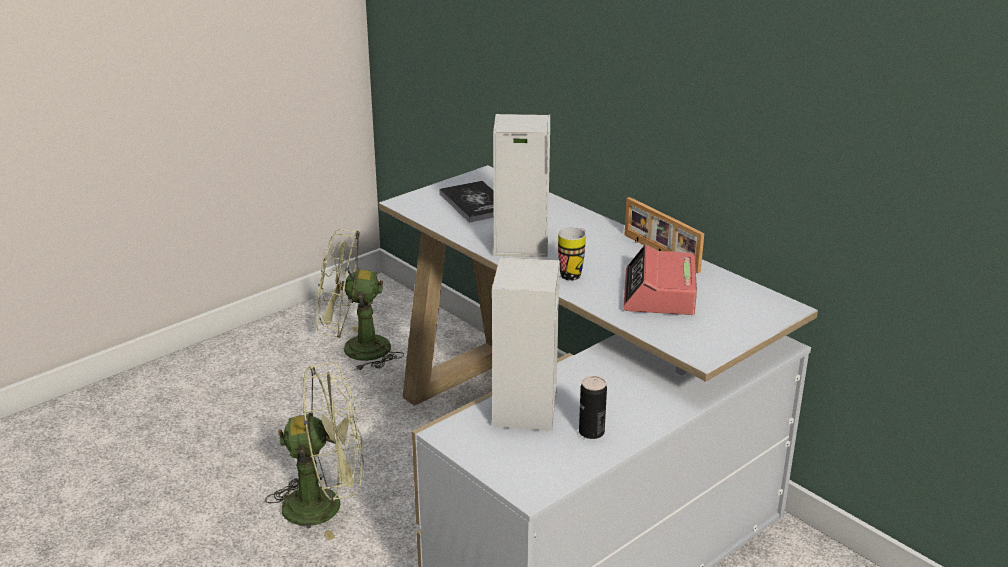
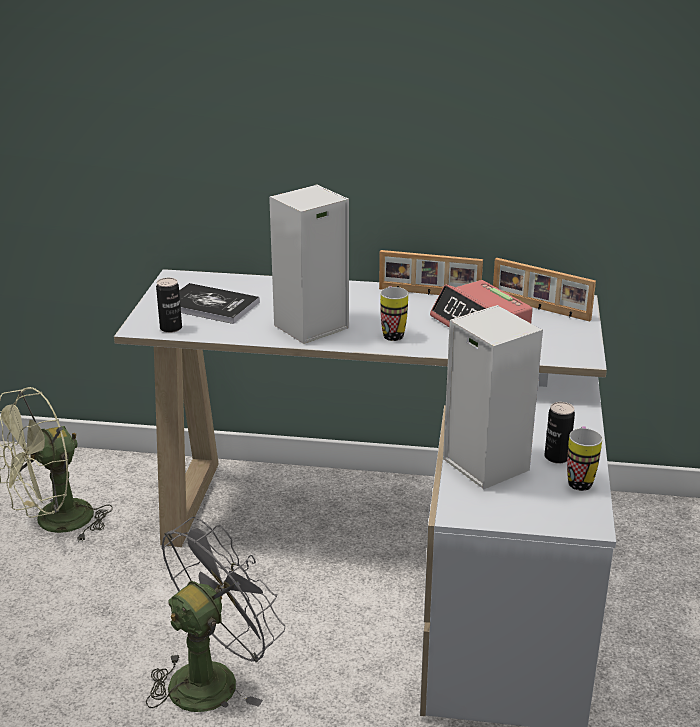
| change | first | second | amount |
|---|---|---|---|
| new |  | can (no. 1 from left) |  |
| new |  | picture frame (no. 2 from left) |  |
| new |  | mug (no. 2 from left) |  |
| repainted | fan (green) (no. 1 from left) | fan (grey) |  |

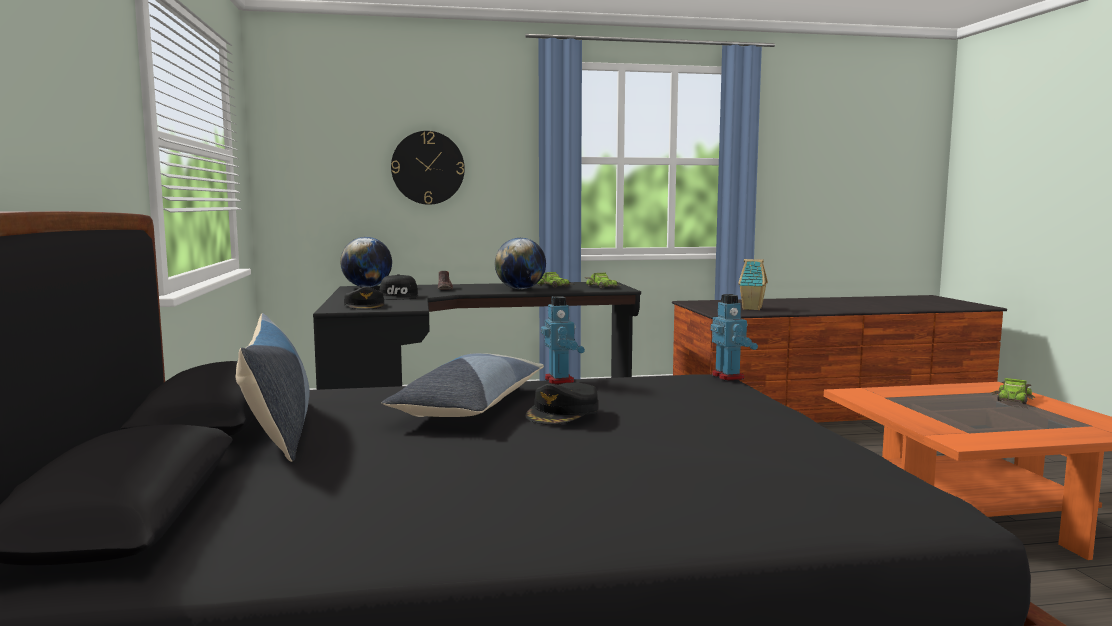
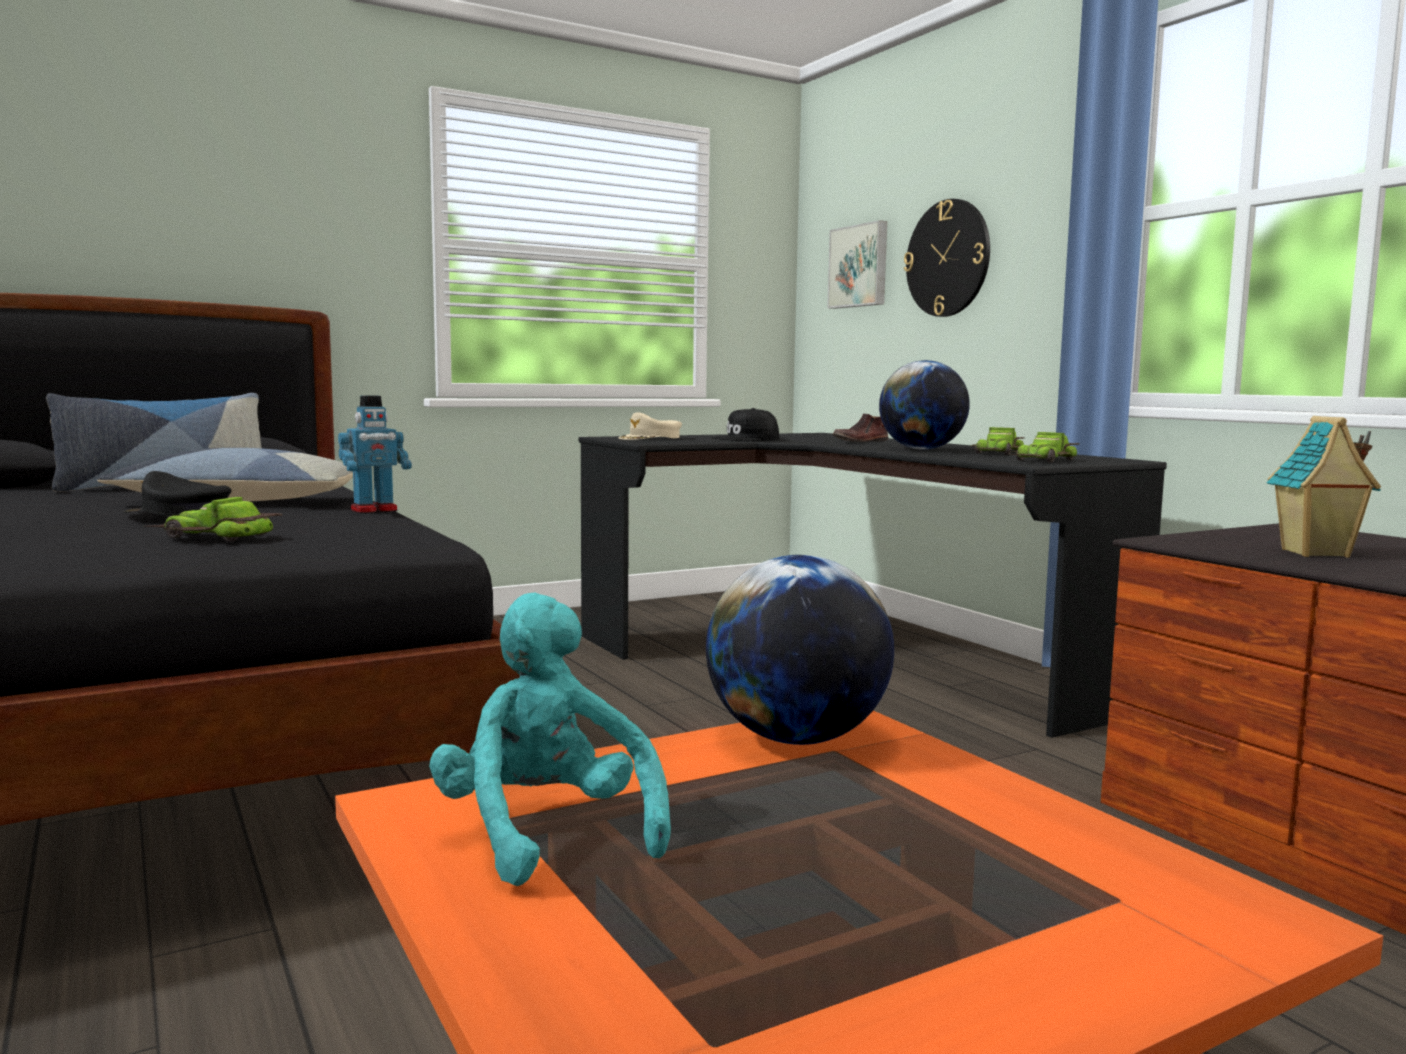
| change | first | second | amount |
|---|---|---|---|
| gone | toy robot (no. 2 from left) |  |  |
| new |  | plush toy (turquoise) |  |
| new |  | picture |  |
| shifted | globe (no. 1 from left) |  |  |
| shifted | toy car (no. 3 from left in the first image) | toy car (no. 1 from left) |  |
| repainted | cap (black) (no. 1 from left) | cap (beige) |  |

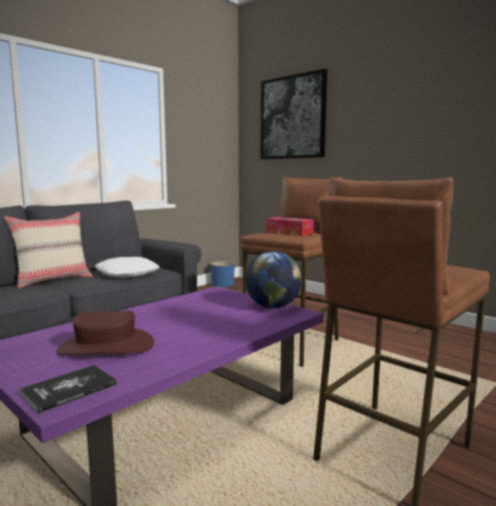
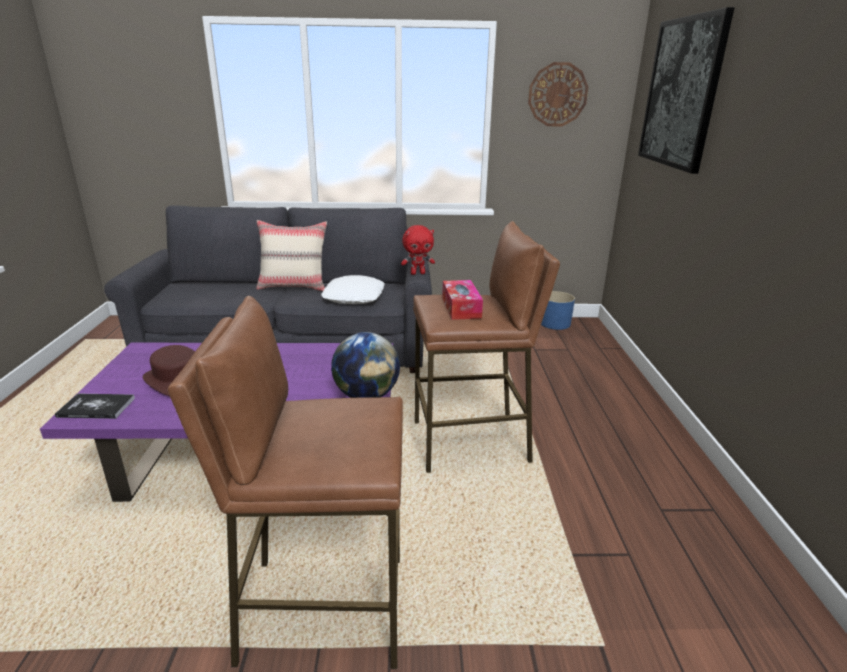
| change | first | second | amount |
|---|---|---|---|
| new |  | plush toy (red) |  |
| new |  | wall clock |  |

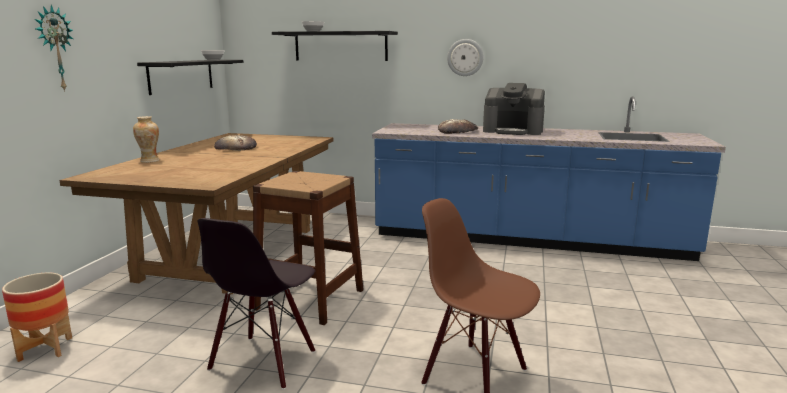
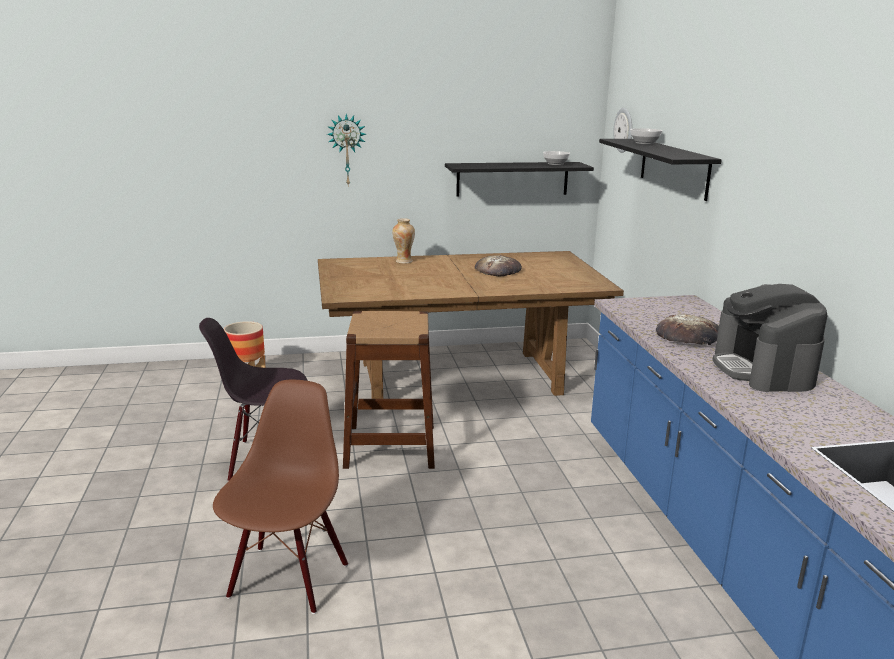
| change | first | second | amount |
|---|---|---|---|
| shifted | wall clock (no. 2 from left) |  |  |

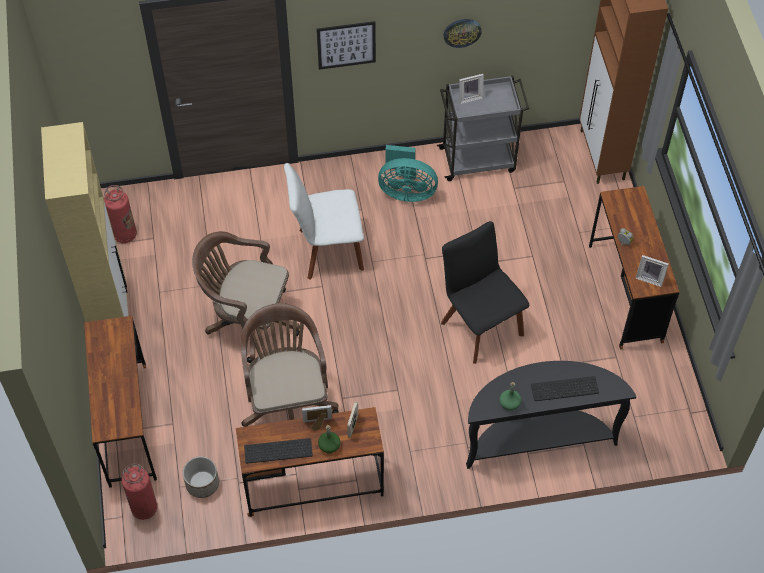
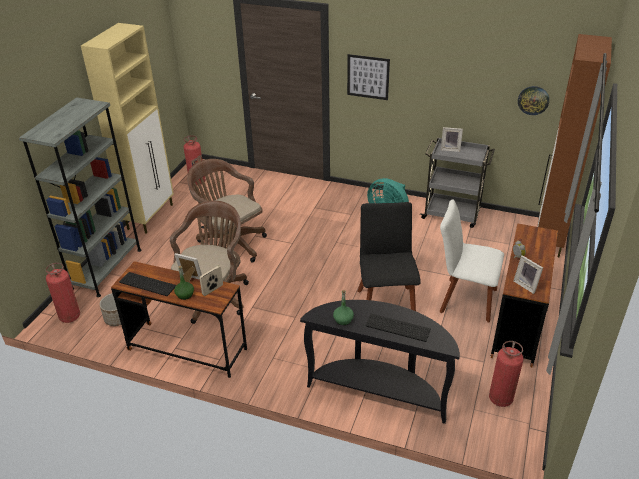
| change | first | second | amount |
|---|---|---|---|
| new |  | fire extinguisher (no. 3 from left) |  |
| shifted | chair (white) |  |  |
| shifted | wall clock |  |  |
| swapped | desk (brown) (no. 1 from left) | bookcase (grey) |  |

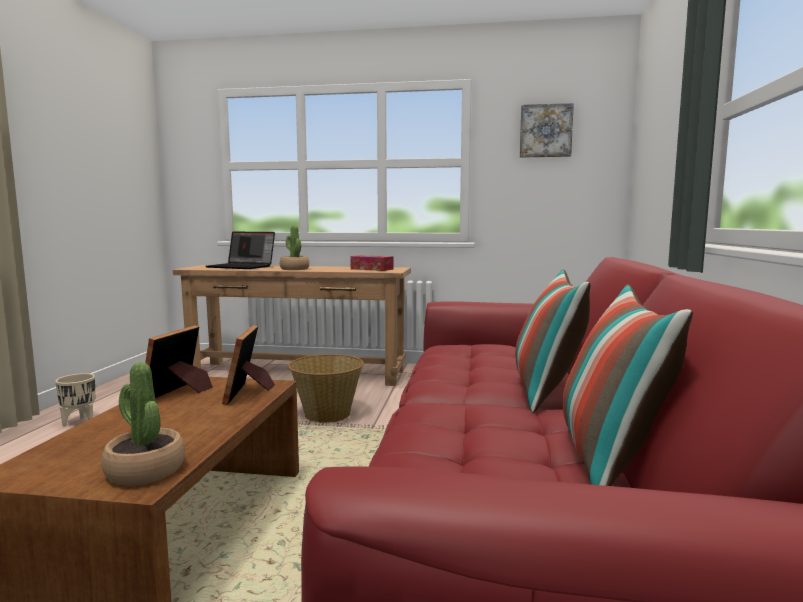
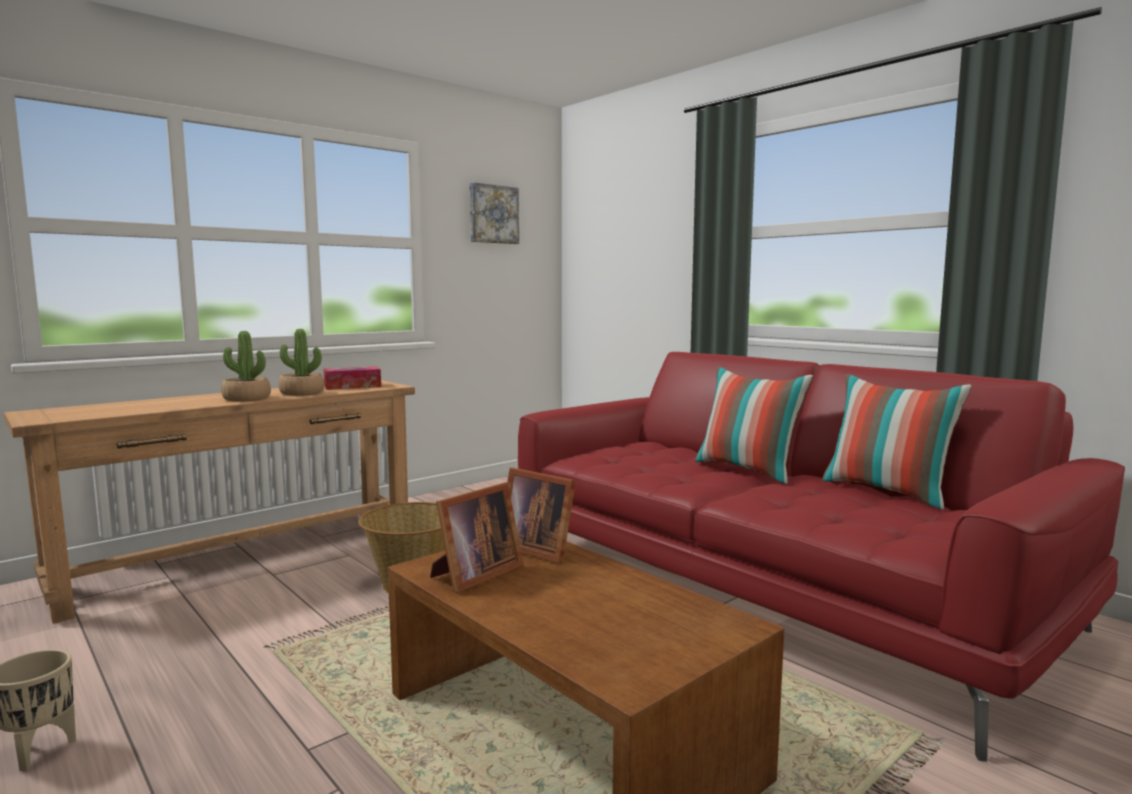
| change | first | second | amount |
|---|---|---|---|
| gone | laptop |  |  |
| shifted | potted plant (no. 1 from left in the first image) | potted plant (no. 2 from left) |  |
| rotated | picture frame (no. 1 from left) |  | 105 degrees counterclockwise |

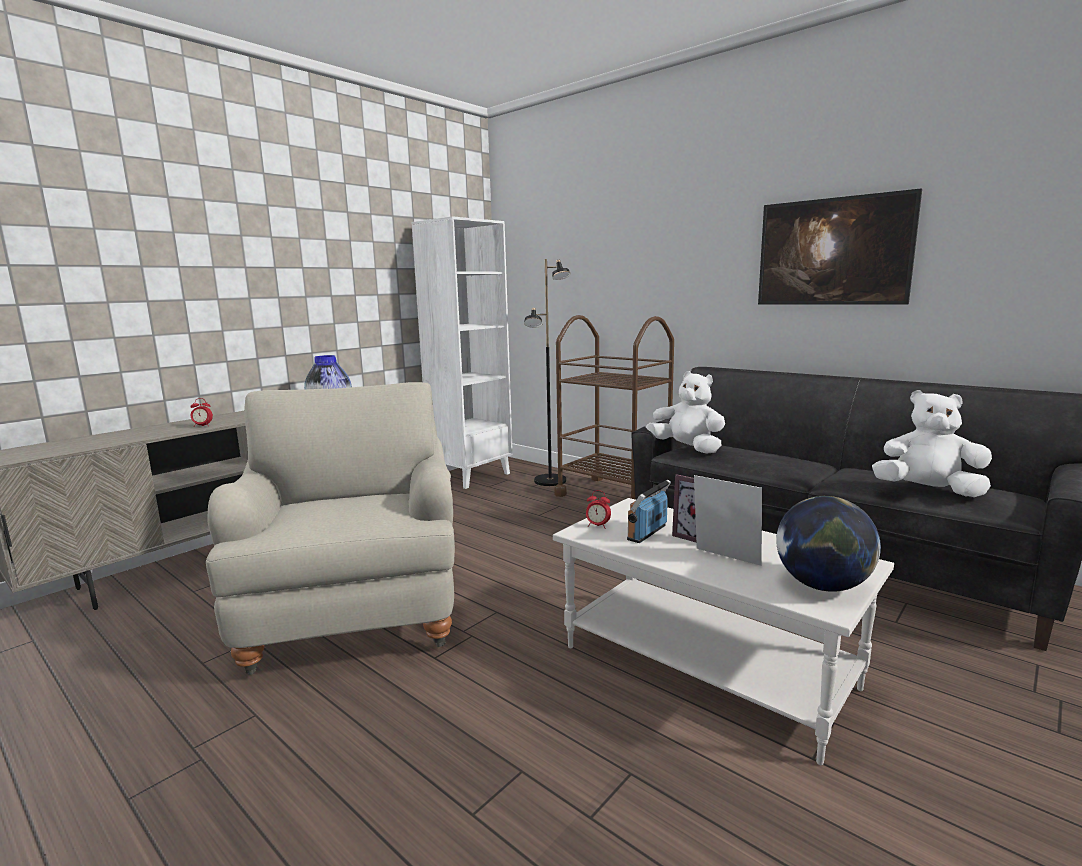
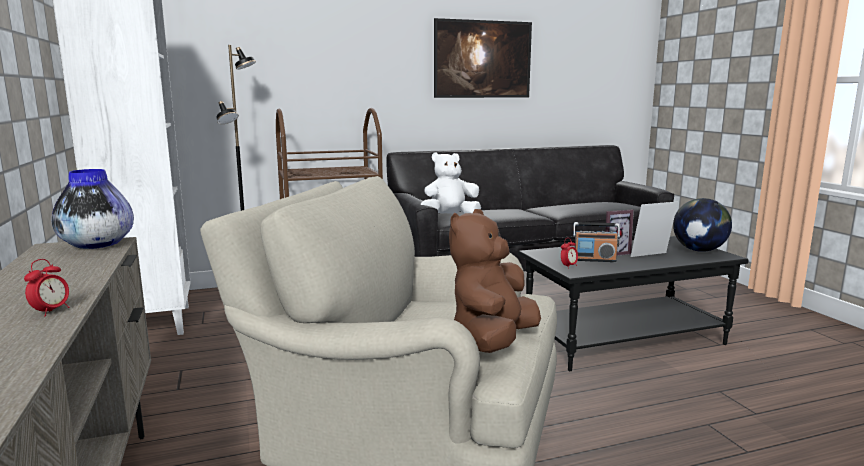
| change | first | second | amount |
|---|---|---|---|
| gone | plush toy (white) (no. 2 from left) |  |  |
| new |  | plush toy (brown) |  |
| repainted | coffee table (white) | coffee table (black) |  |
| rotated | radio |  | 60 degrees counterclockwise |

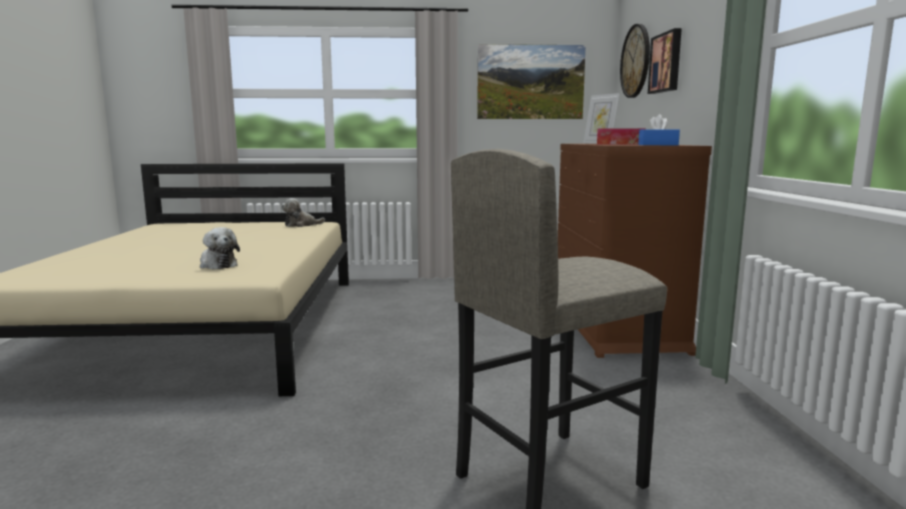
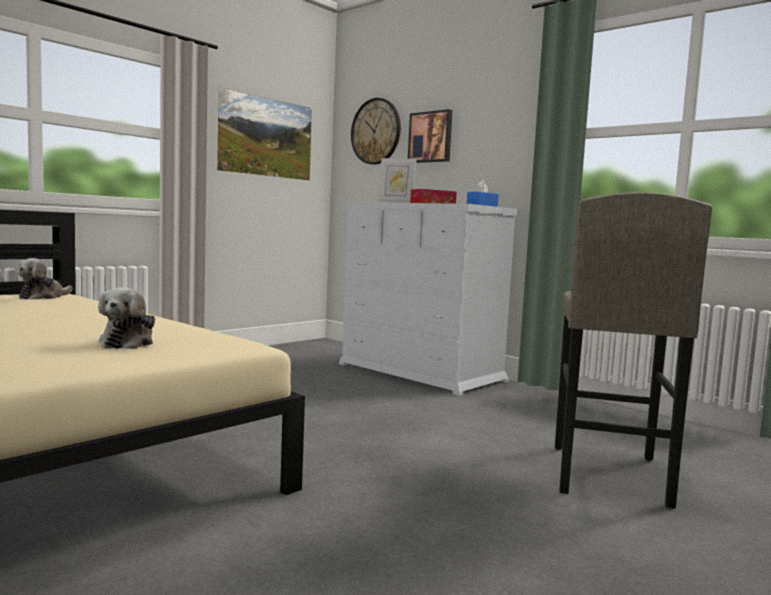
| change | first | second | amount |
|---|---|---|---|
| repainted | dresser (brown) | dresser (white) |  |
| rotated | plush toy (no. 1 from left in the first image) | plush toy (no. 2 from left) | 90 degrees clockwise |

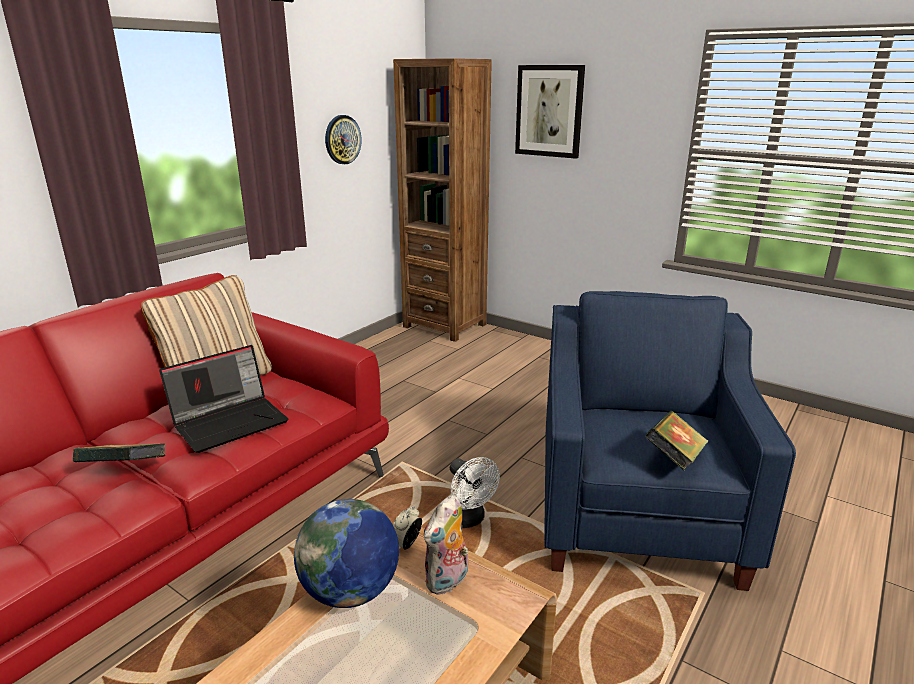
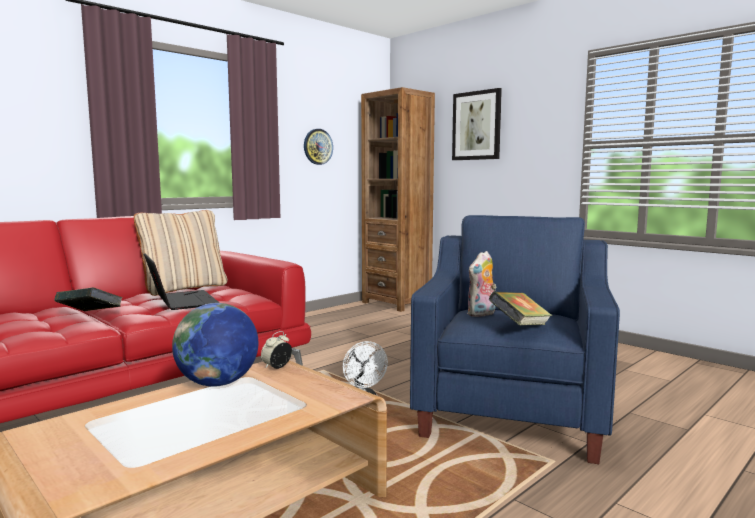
| change | first | second | amount |
|---|---|---|---|
| shifted | plush toy |  |  |
| rotated | laptop |  | 90 degrees counterclockwise |

